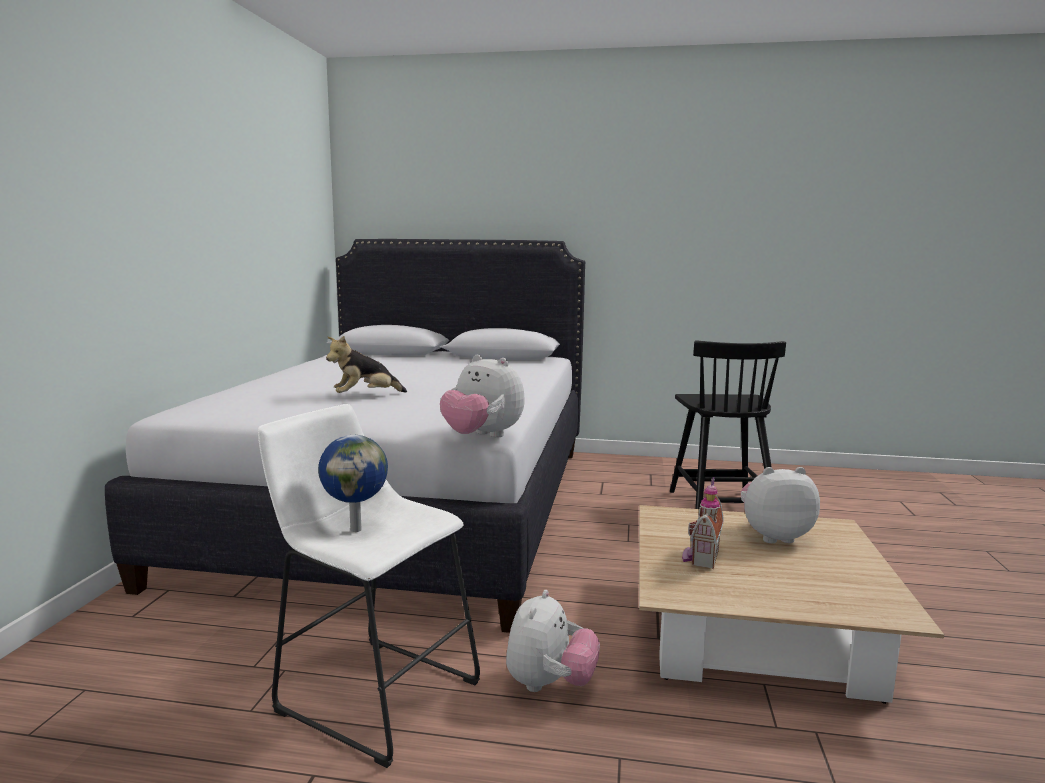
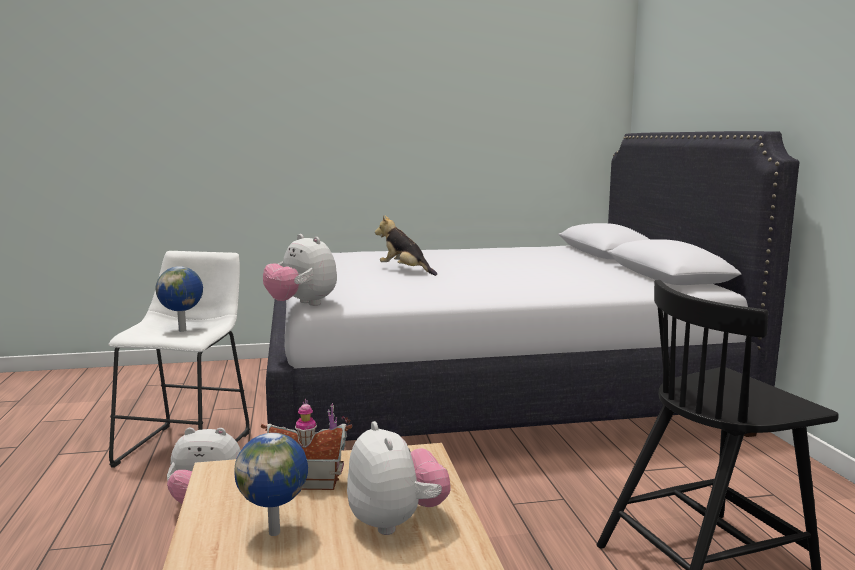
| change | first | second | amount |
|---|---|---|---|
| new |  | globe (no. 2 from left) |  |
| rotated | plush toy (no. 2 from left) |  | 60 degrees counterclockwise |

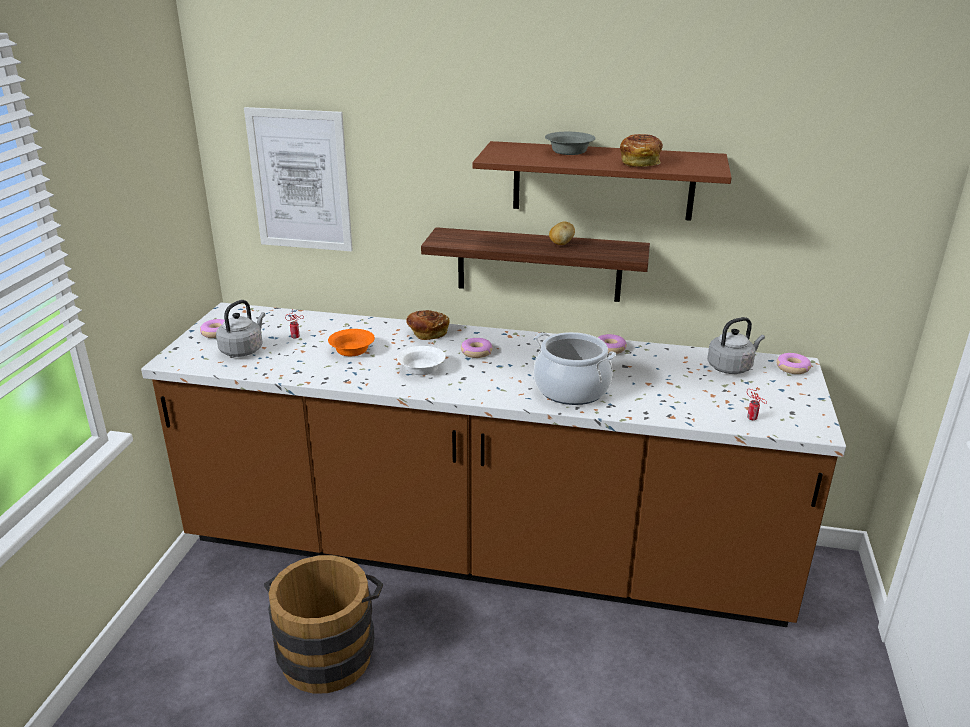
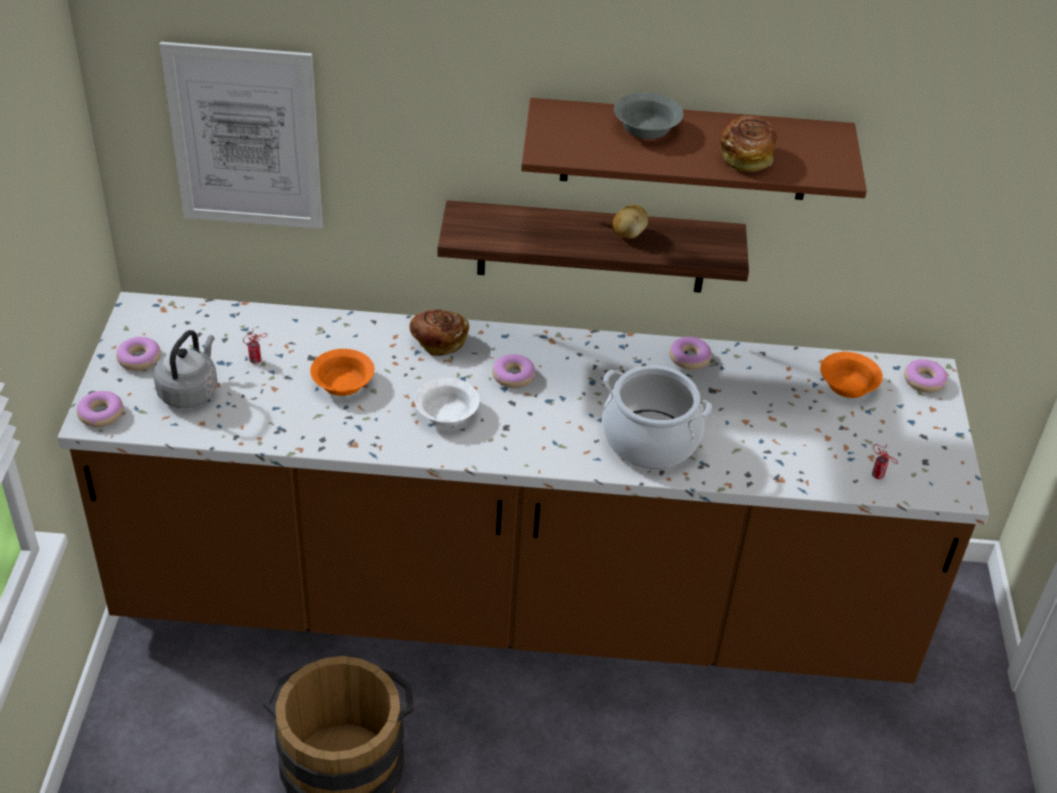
| change | first | second | amount |
|---|---|---|---|
| new |  | donut (no. 1 from left) |  |
| swapped | kettle (grey) (no. 2 from left) | bowl (orange) (no. 2 from left) |  |

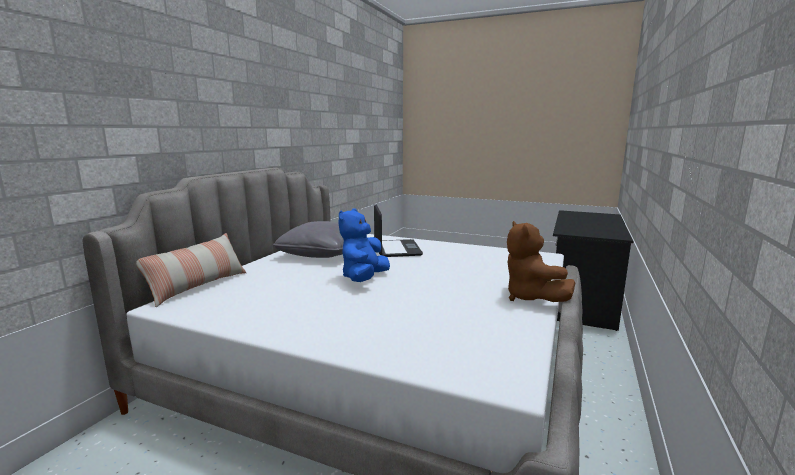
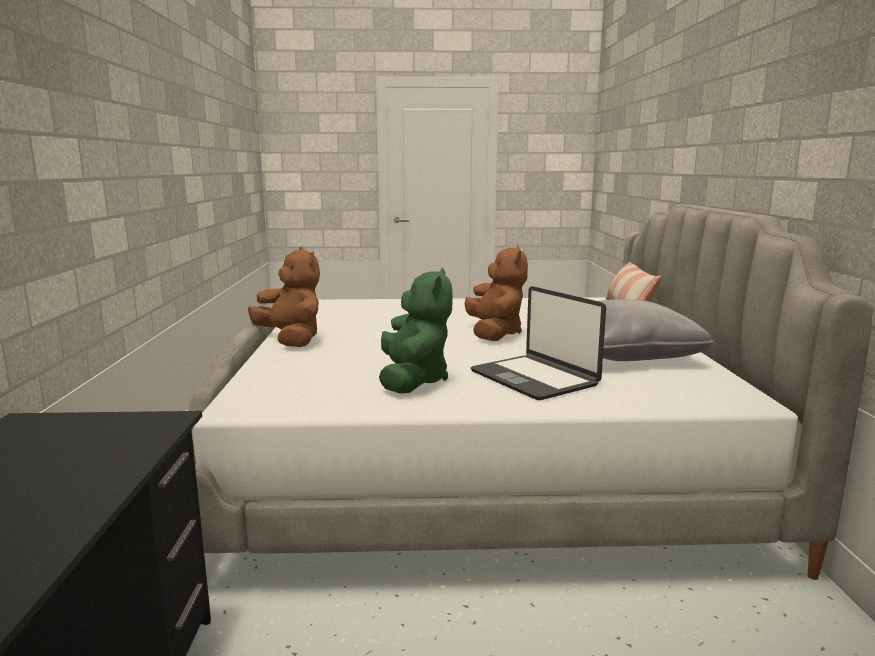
| change | first | second | amount |
|---|---|---|---|
| new |  | plush toy (green) |  |
| repainted | plush toy (blue) | plush toy (brown) (no. 2 from left) |  |

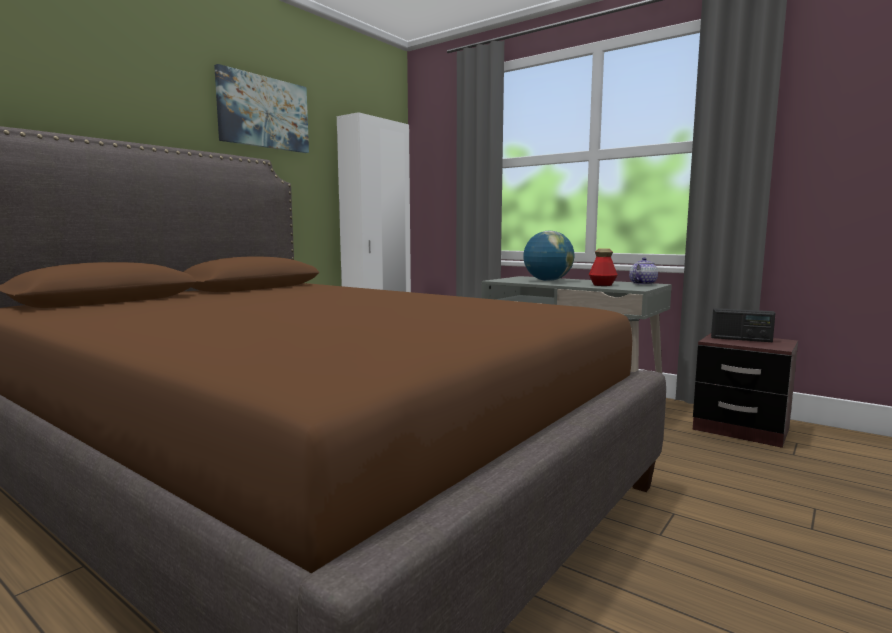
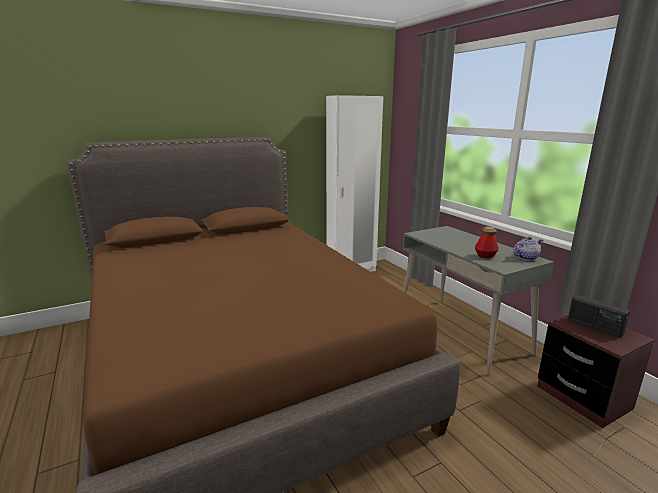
| change | first | second | amount |
|---|---|---|---|
| gone | picture |  |  |
| gone | globe |  |  |

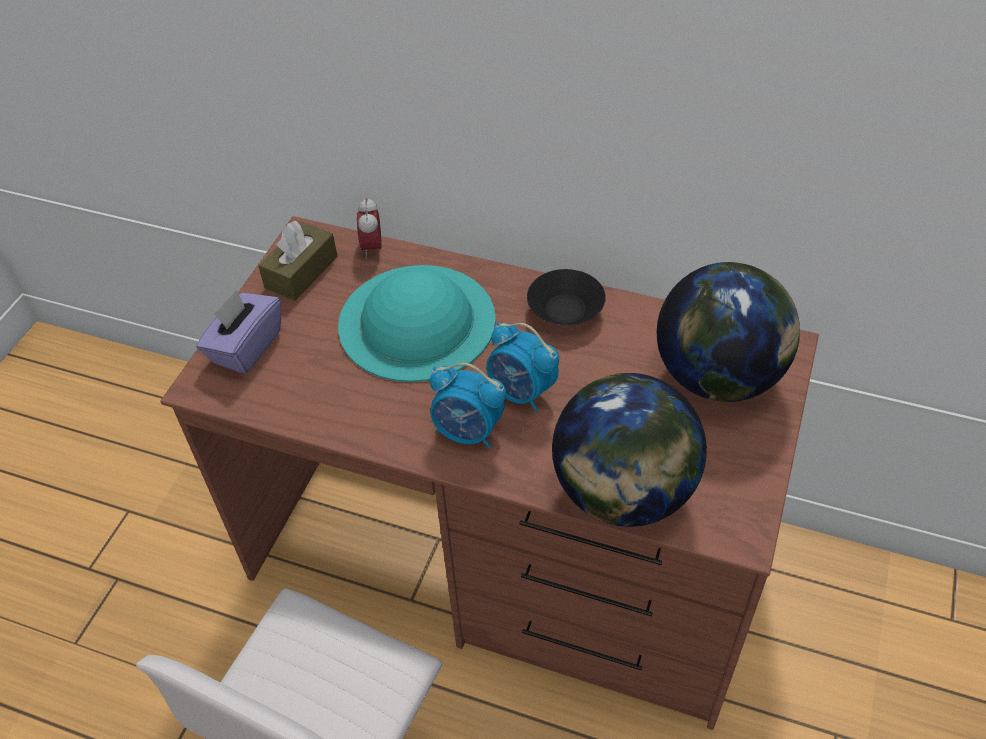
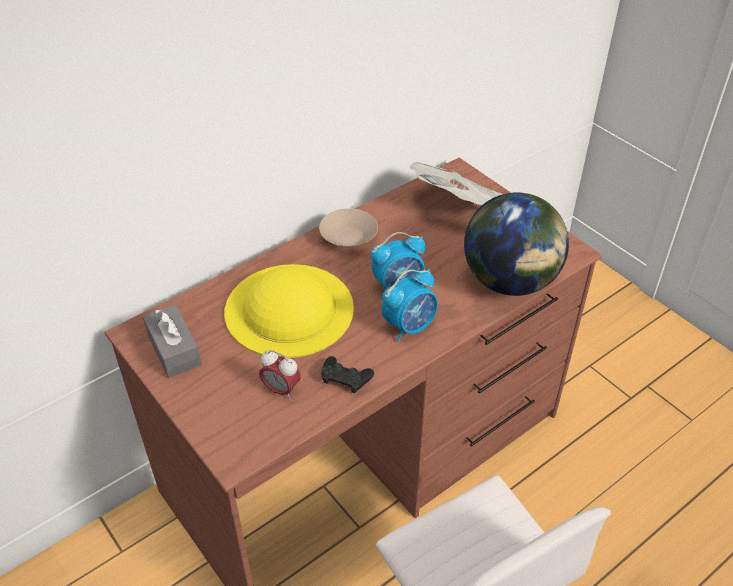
| change | first | second | amount |
|---|---|---|---|
| gone | tissue box (purple) |  |  |
| new |  | game controller (black) |  |
| shifted | alarm clock (no. 1 from left) |  |  |
| swapped | globe (no. 2 from left) | newspaper |  |
| repainted | tissue box (brown) | tissue box (grey) |  |
| repainted | hat (turquoise) | hat (yellow) |  |
| repainted | bowl (black) | bowl (beige) |  |

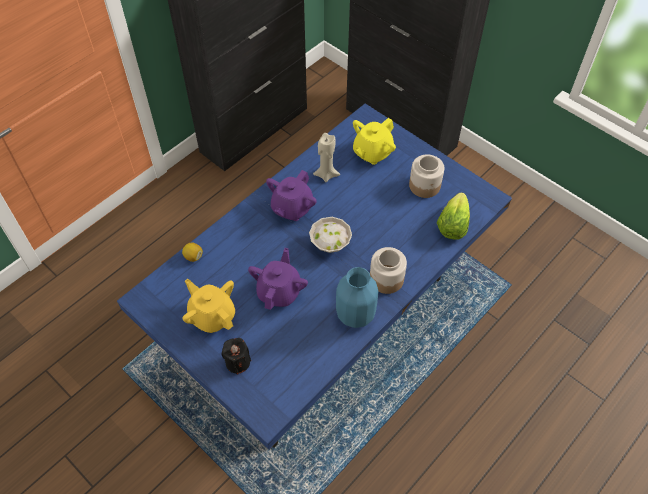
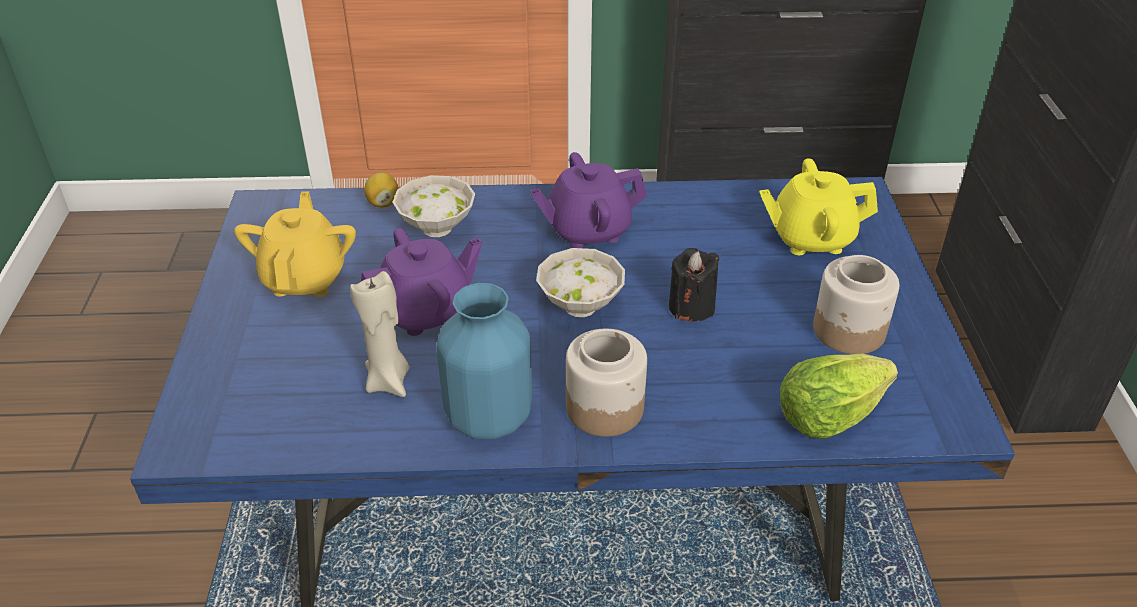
| change | first | second | amount |
|---|---|---|---|
| new |  | bowl (white) (no. 1 from left) |  |
| shifted | candle (black) |  |  |
| shifted | candle (beige) |  |  |

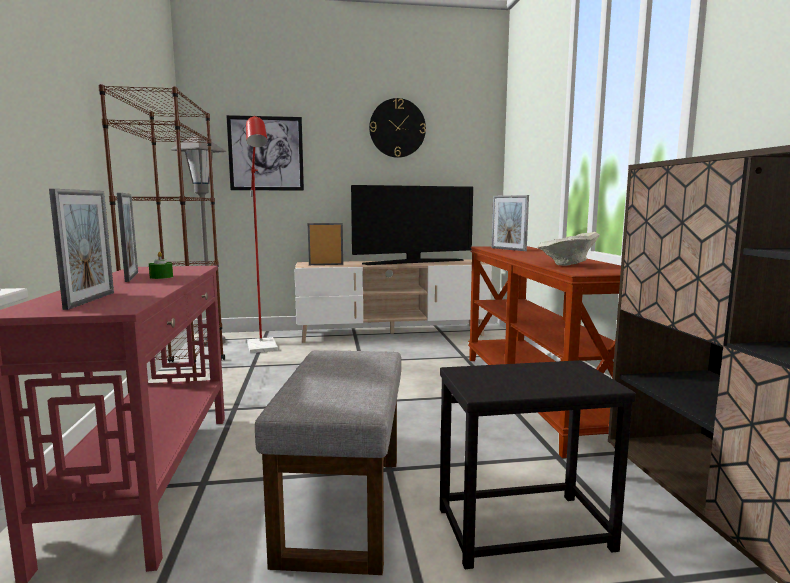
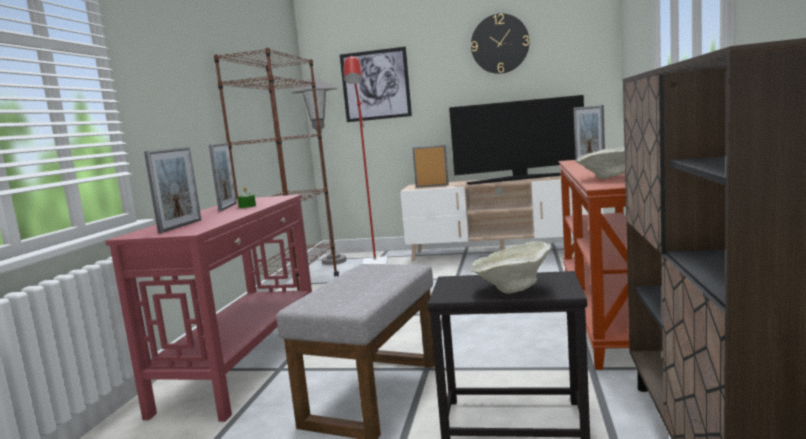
| change | first | second | amount |
|---|---|---|---|
| new |  | bowl (beige) (no. 1 from left) |  |

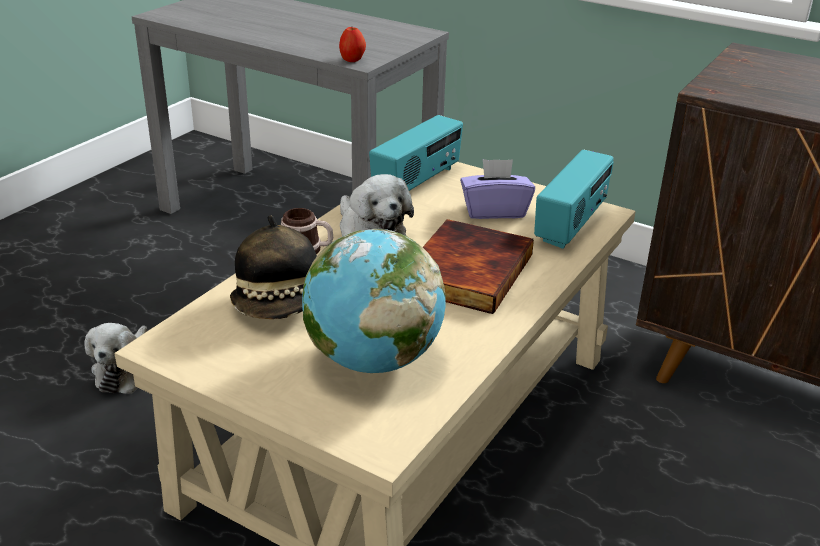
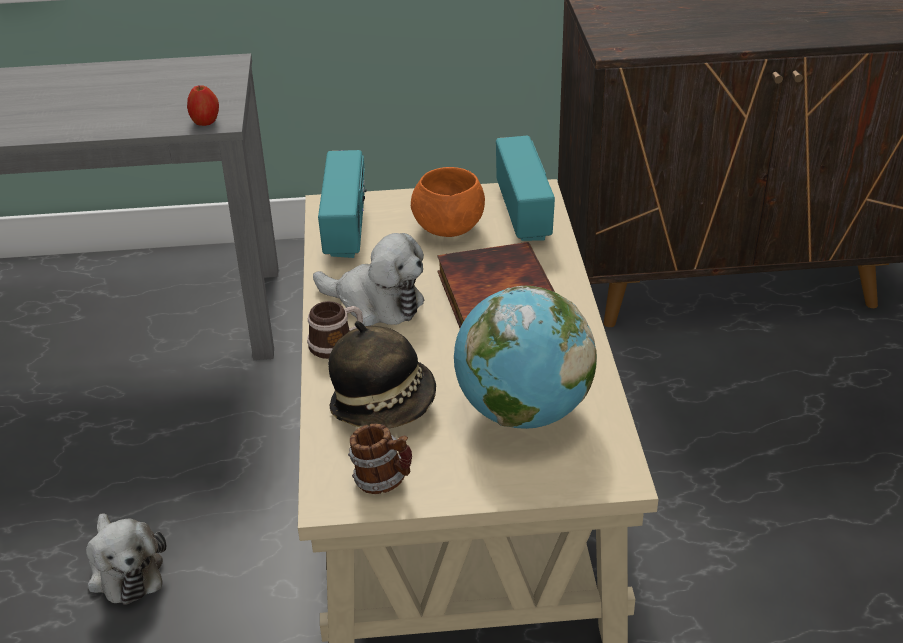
| change | first | second | amount |
|---|---|---|---|
| new |  | mug (no. 2 from left) |  |
| swapped | tissue box (purple) | bowl (orange) |  |

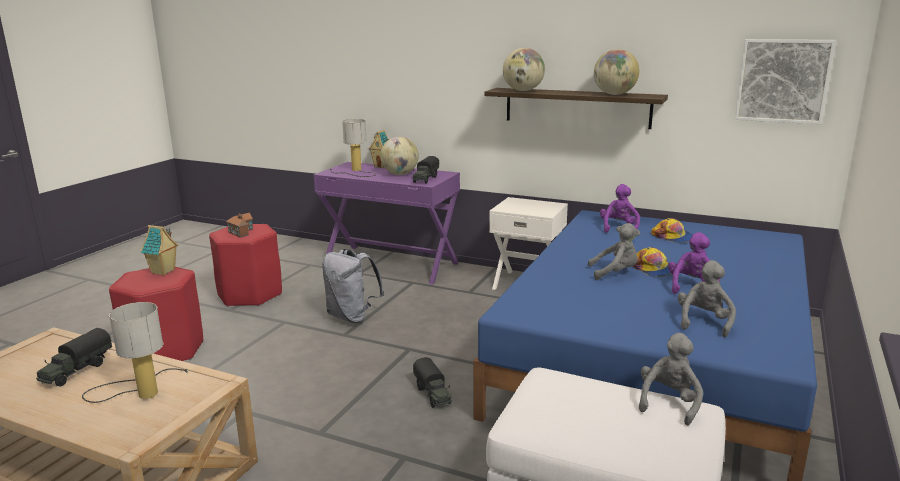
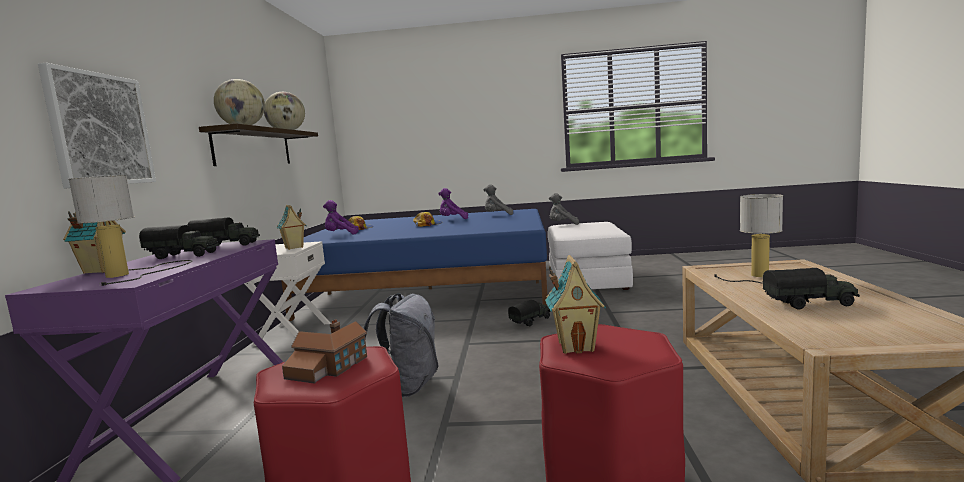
| change | first | second | amount |
|---|---|---|---|
| gone | plush toy (grey) (no. 1 from left) |  |  |
| new |  | toy house (no. 2 from left) |  |
| shifted | picture |  |  |
| swapped | globe (no. 1 from left) | toy truck (no. 1 from left) |  |

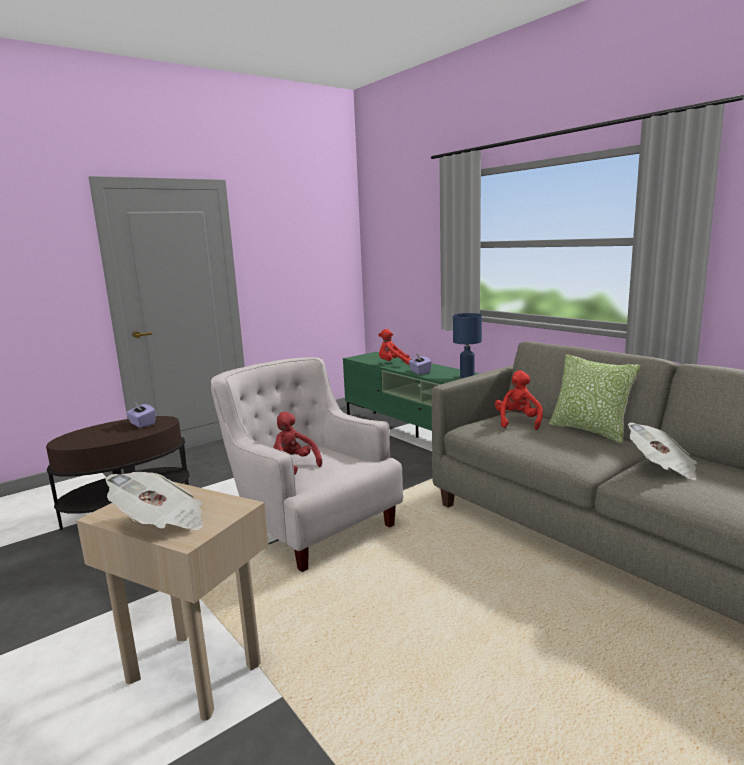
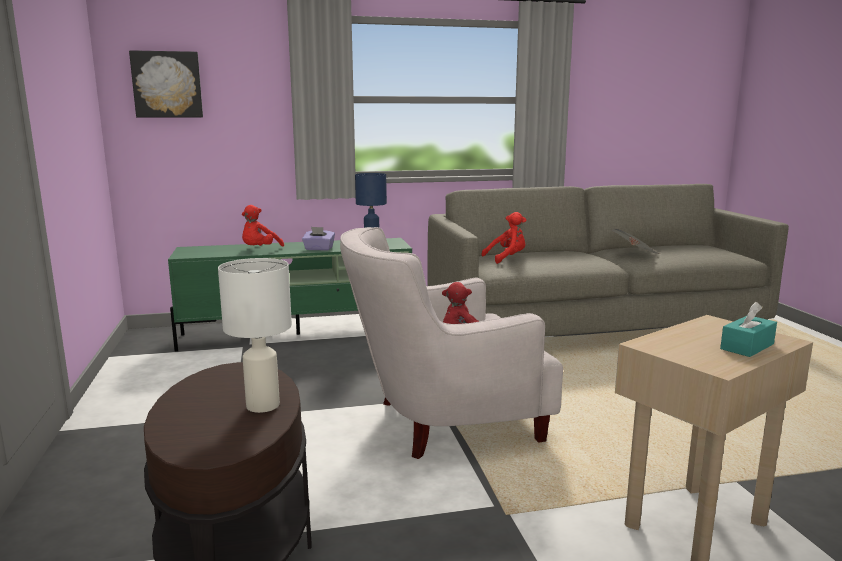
| change | first | second | amount |
|---|---|---|---|
| gone | tissue box (purple) (no. 1 from left) |  |  |
| gone | pillow |  |  |
| new |  | picture |  |
| new |  | table lamp (white) |  |
| swapped | newspaper (no. 1 from left) | tissue box (turquoise) |  |
| rotated | plush toy (red) (no. 3 from left) |  | 120 degrees clockwise |

